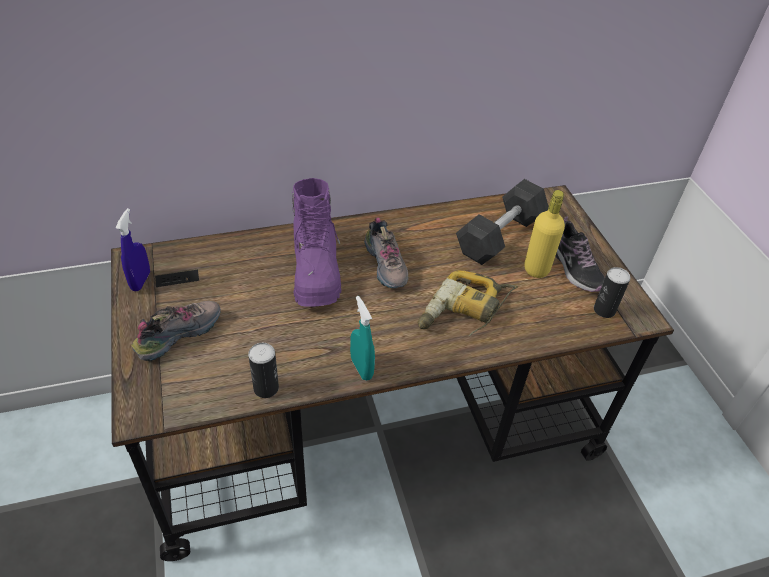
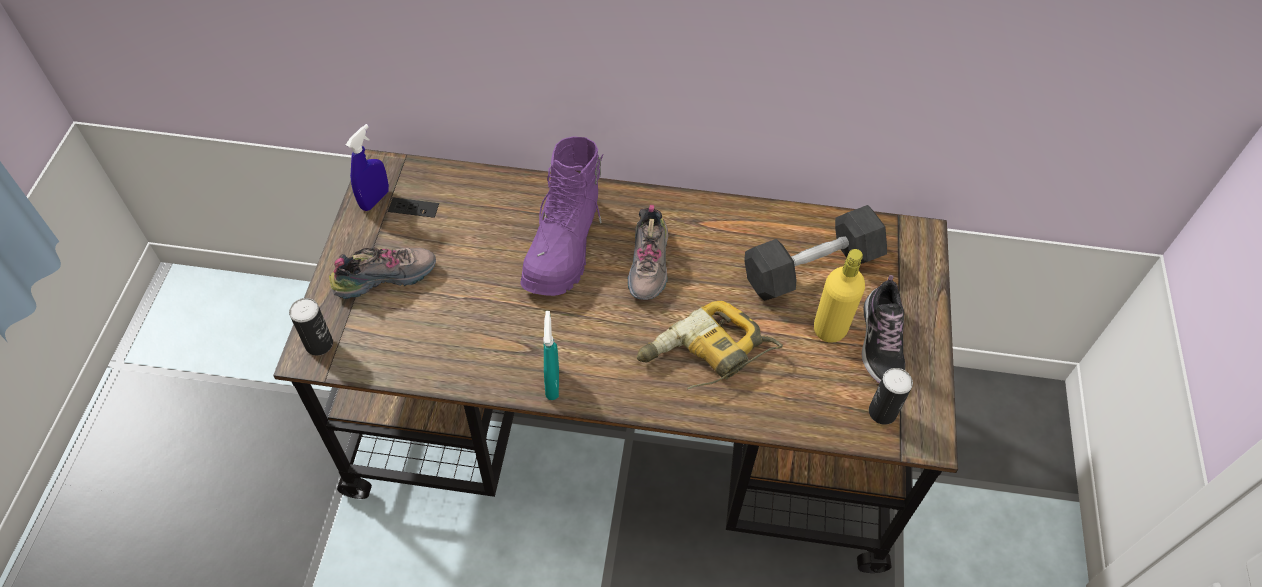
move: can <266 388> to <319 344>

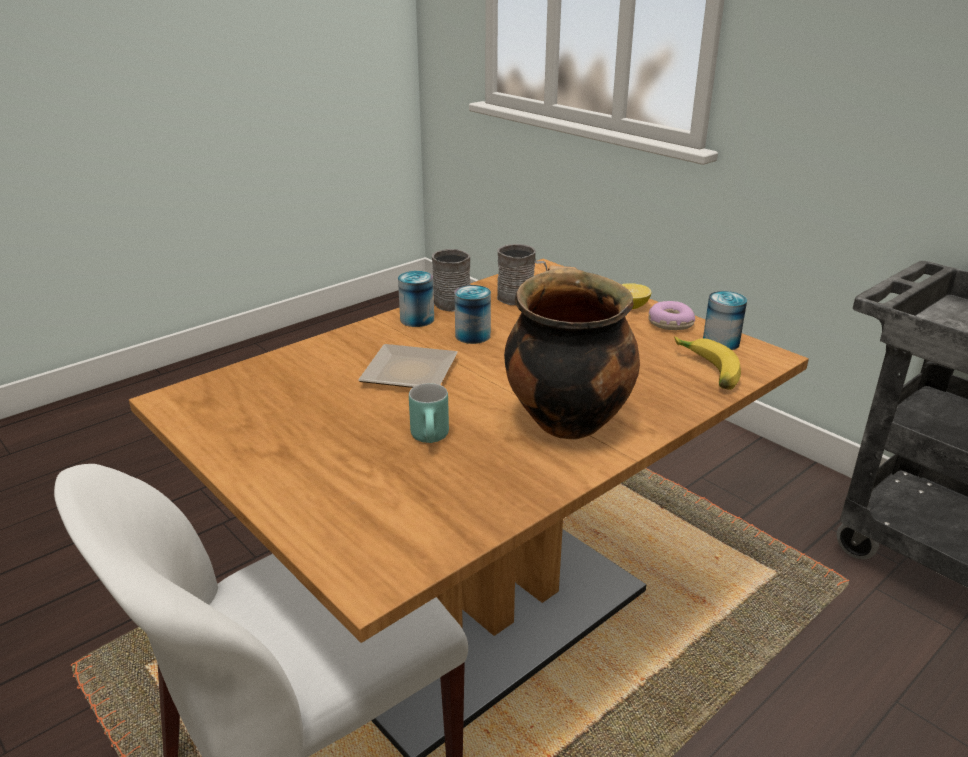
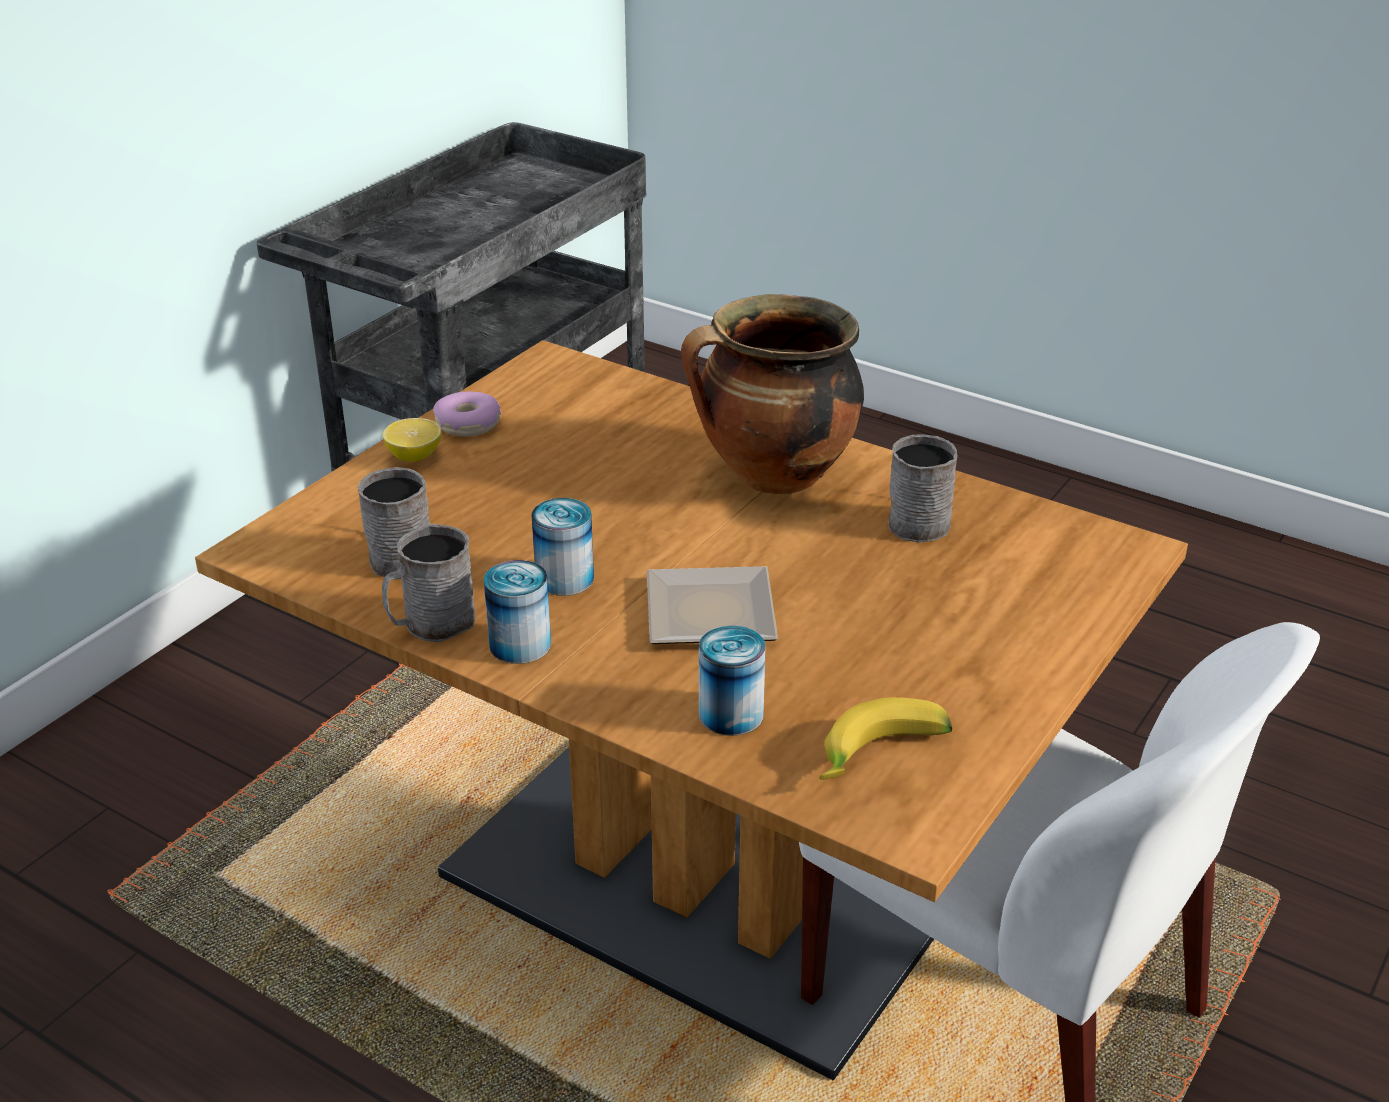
delete: turquoise mug <433 439>
insert: grey mug <920 519>
move: can <721 342> to <731 714>; banana <705 371> to <883 756>

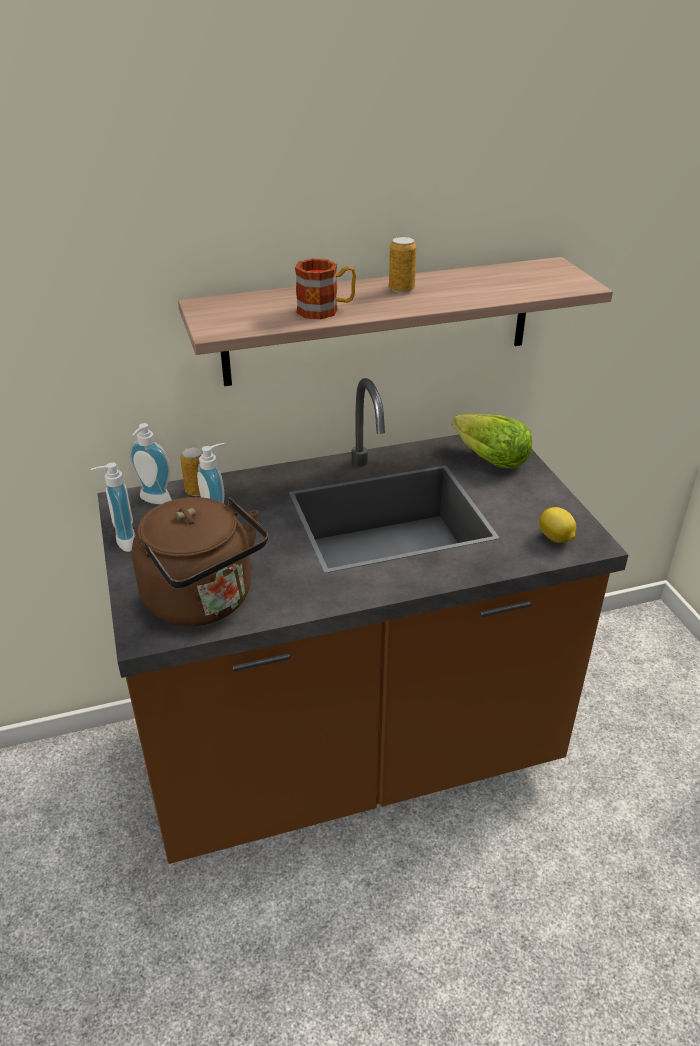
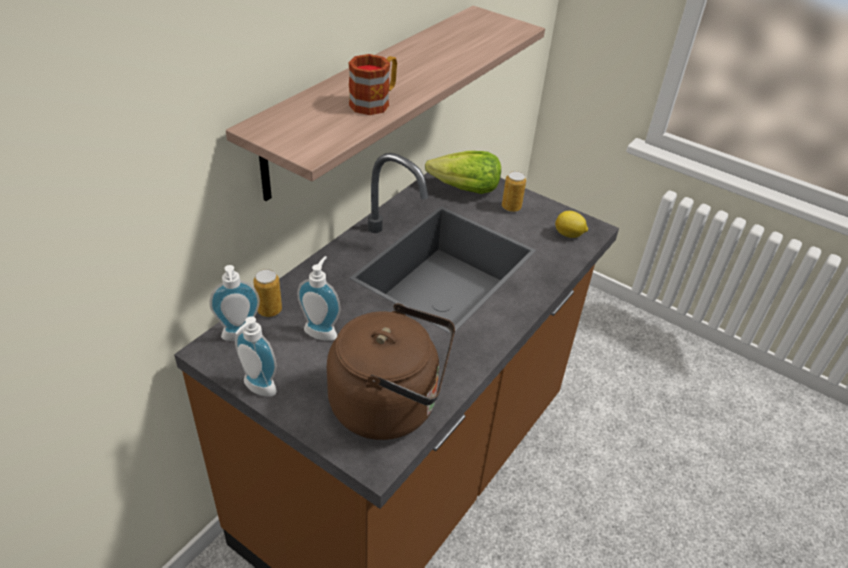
move: can <401 289> to <511 207>

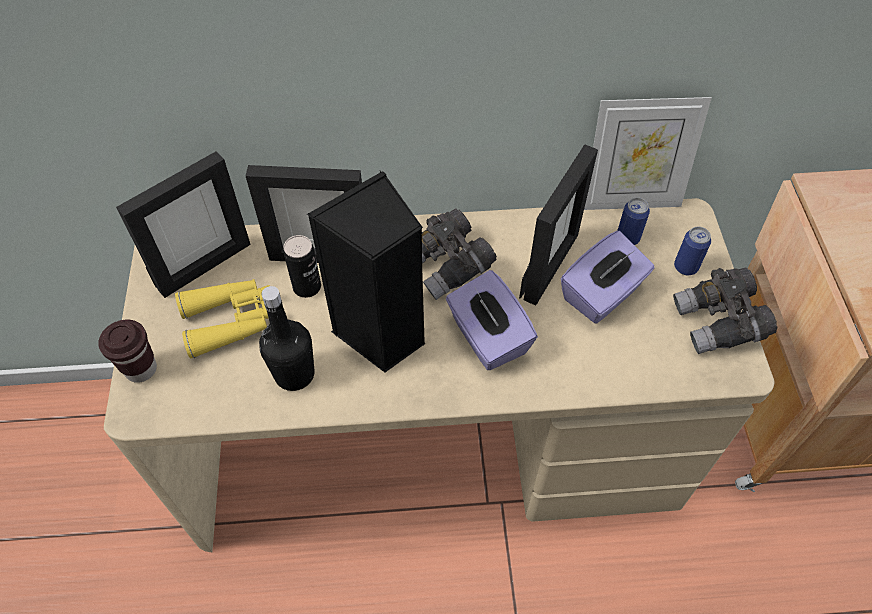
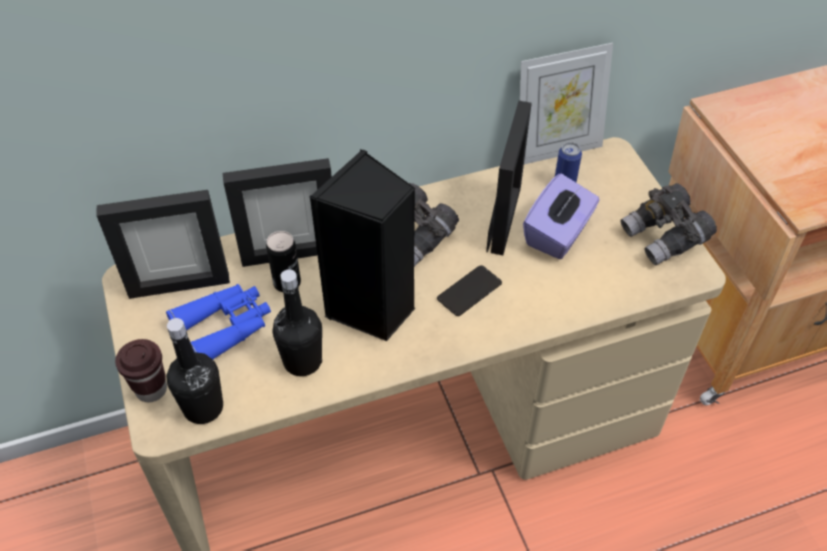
delete: can <685 267>
insert: black bottle <203 407>
replace: purple tissue box <487 337> to phone <469 291>
recolor: yellow binoculars <231 320> to blue binoculars <225 327>
rotate: picture frame <203 265> = <179 284> 45 degrees clockwise

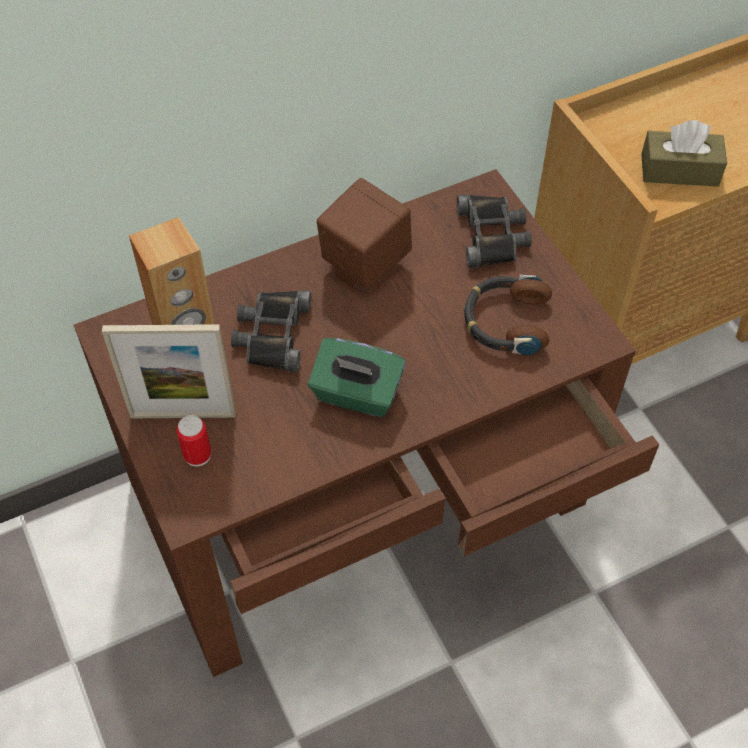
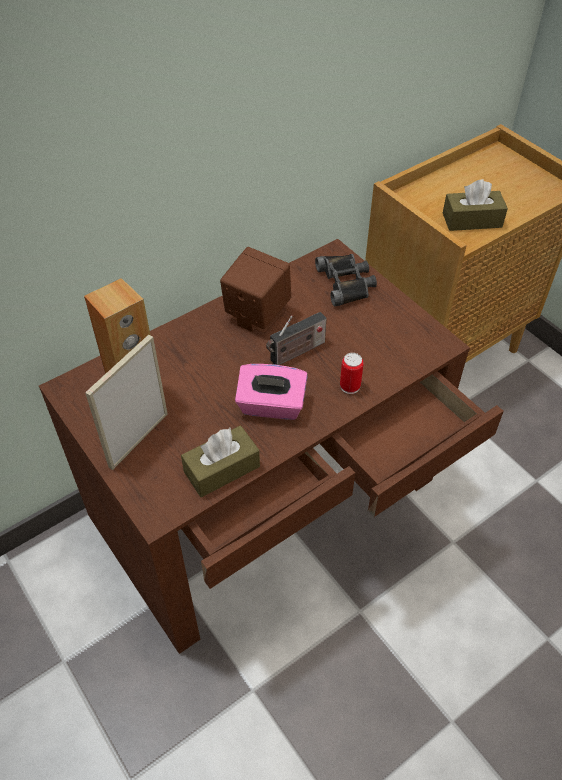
delete: headphones <505 321>; black binoculars <272 334>
insert: radio <295 353>; brown tissue box <222 469>
move: can <197 455> to <350 386>
recolor: green tissue box <356 394> to pink tissue box <271 406>
rotate: picture frame <183 415> = <138 440> 135 degrees clockwise

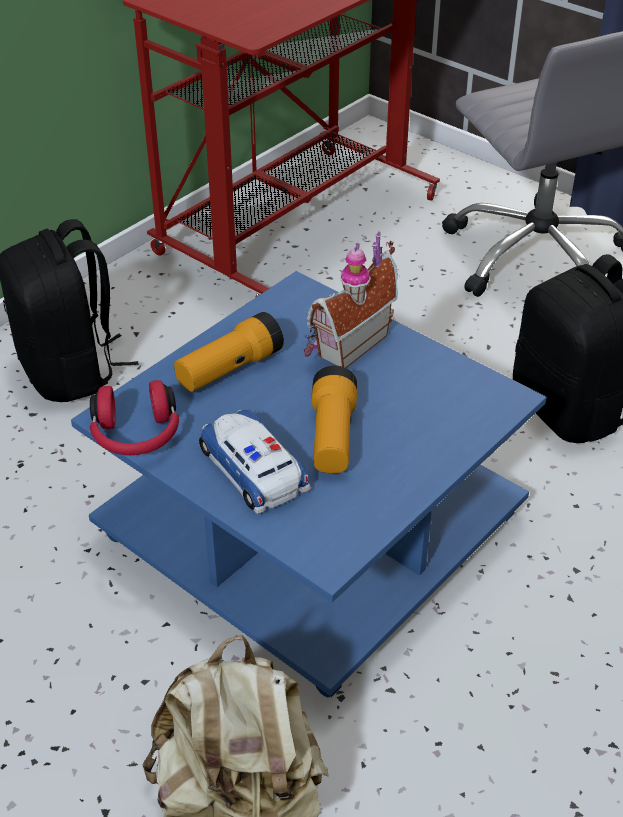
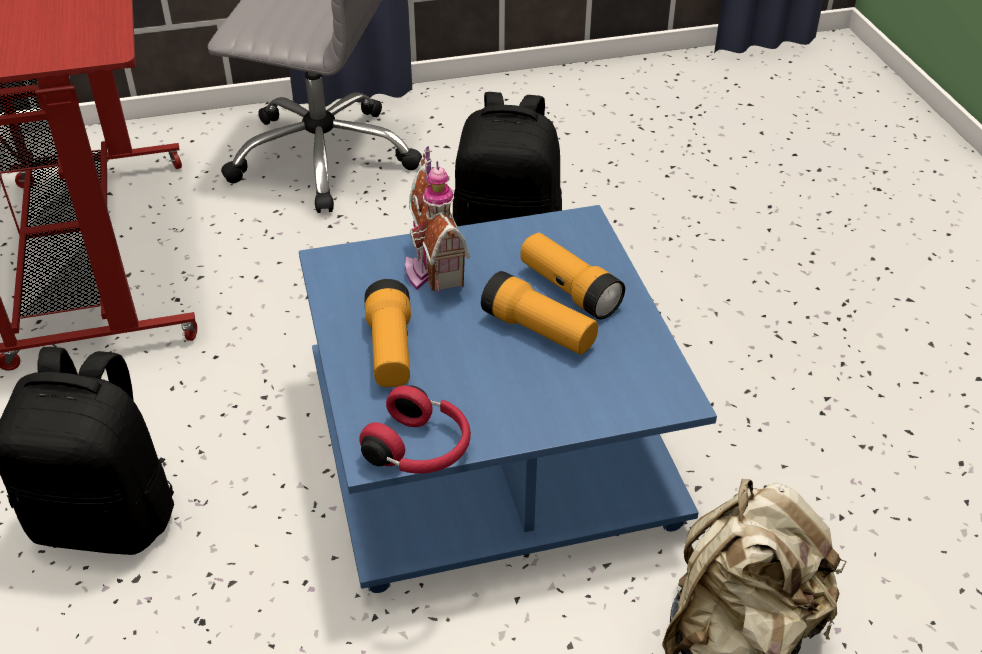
delete: toy car <253 468>
insert: flashlight <569 290>

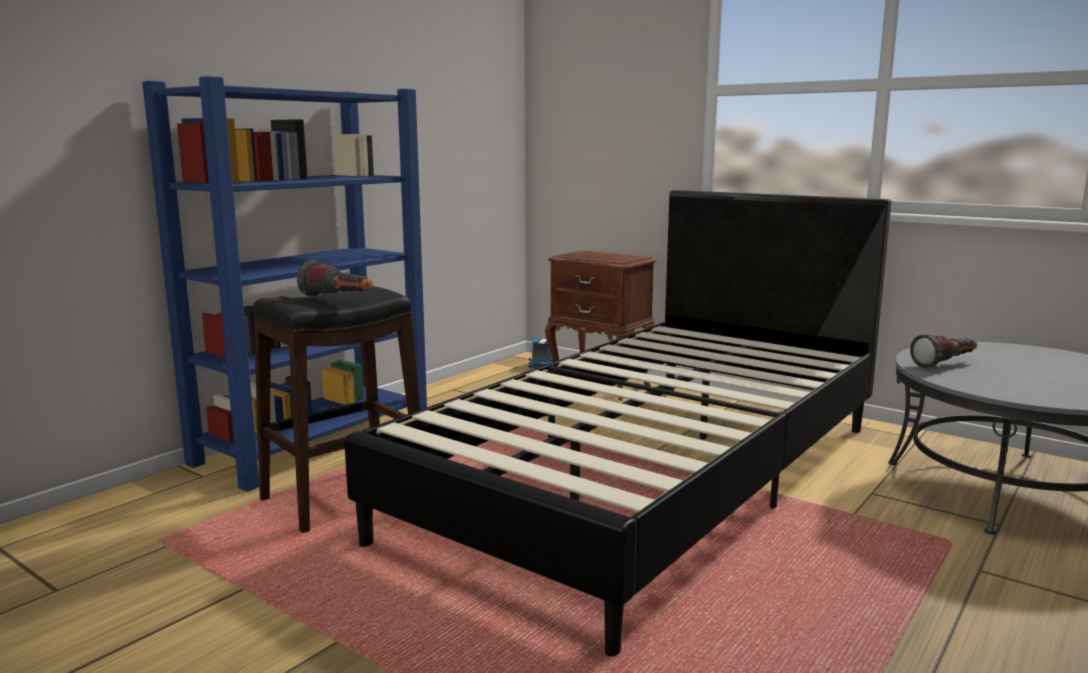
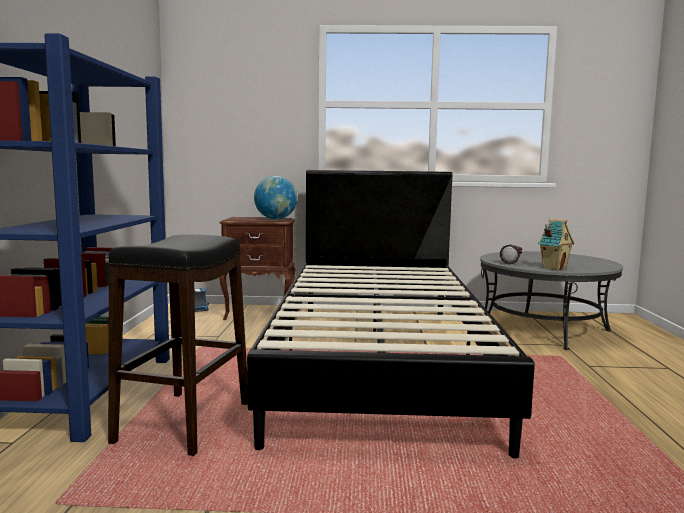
delete: flashlight <338 299>
insert: globe <276 219>; toy house <553 268>

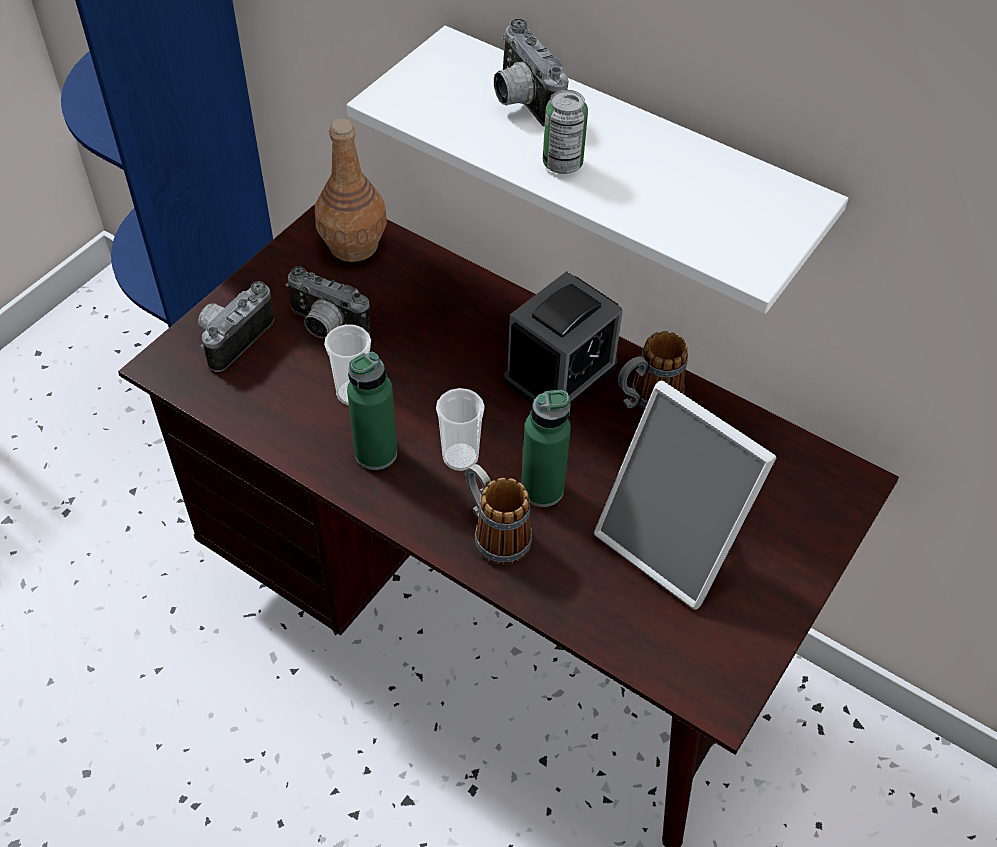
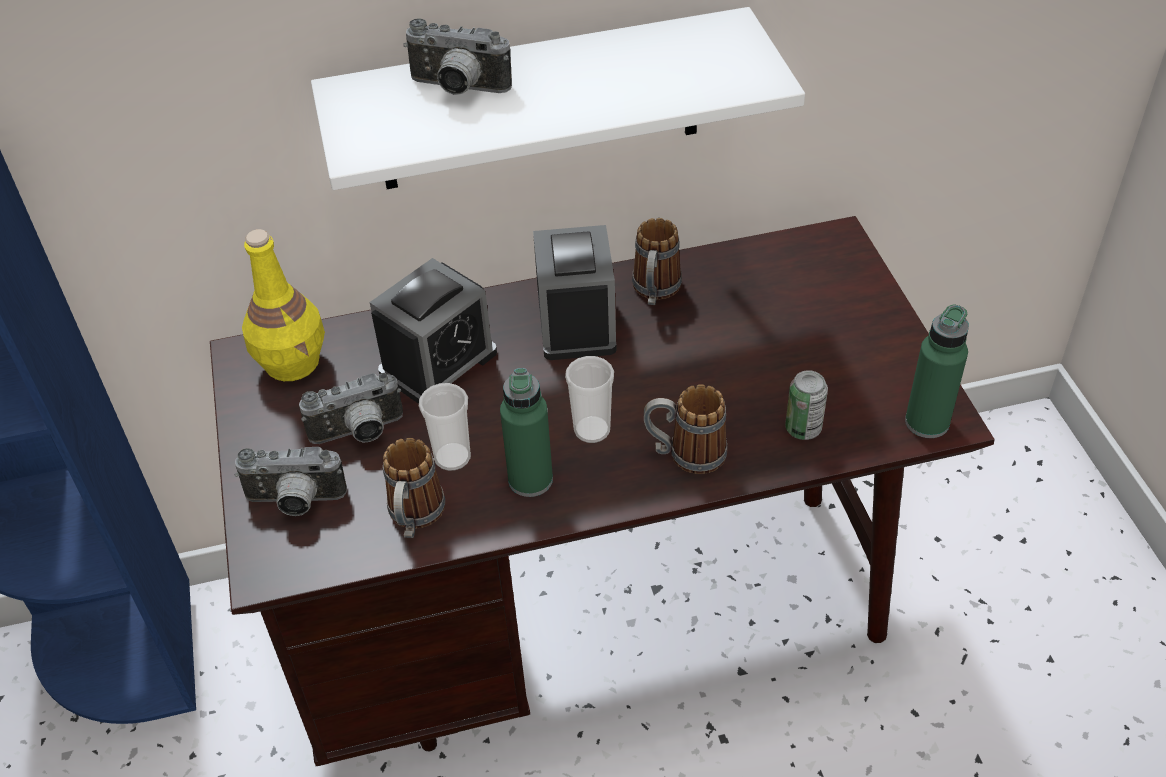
delete: picture frame <673 544>
insert: alarm clock <438 363>; mug <414 518>
move: can <562 163> to <803 428>; green bottle <542 489> to <927 422>
recolor: brown bottle <354 245> to yellow bottle <293 362>
rotate: photo camera <233 338> = <295 502> 75 degrees counterclockwise

